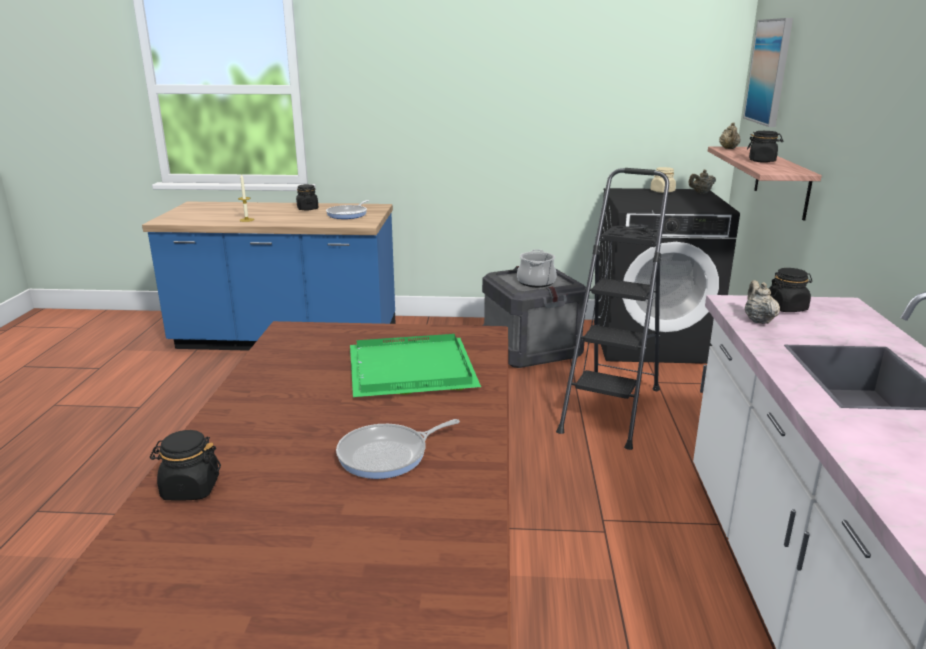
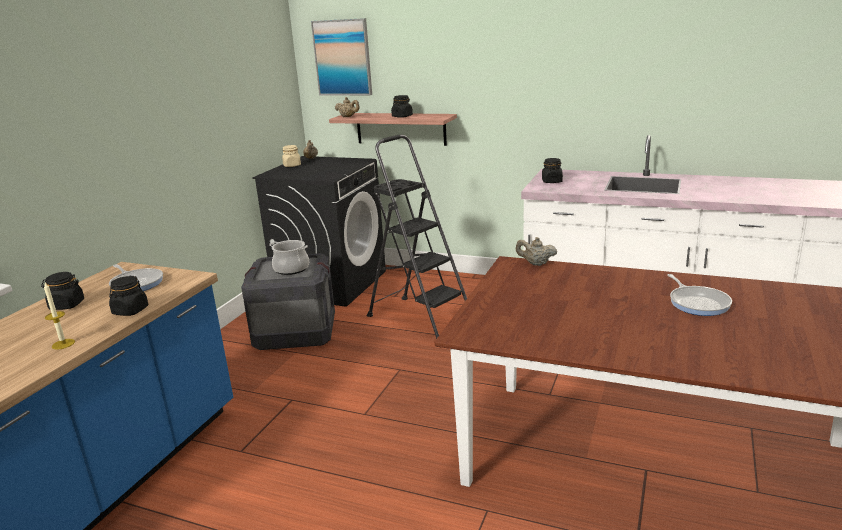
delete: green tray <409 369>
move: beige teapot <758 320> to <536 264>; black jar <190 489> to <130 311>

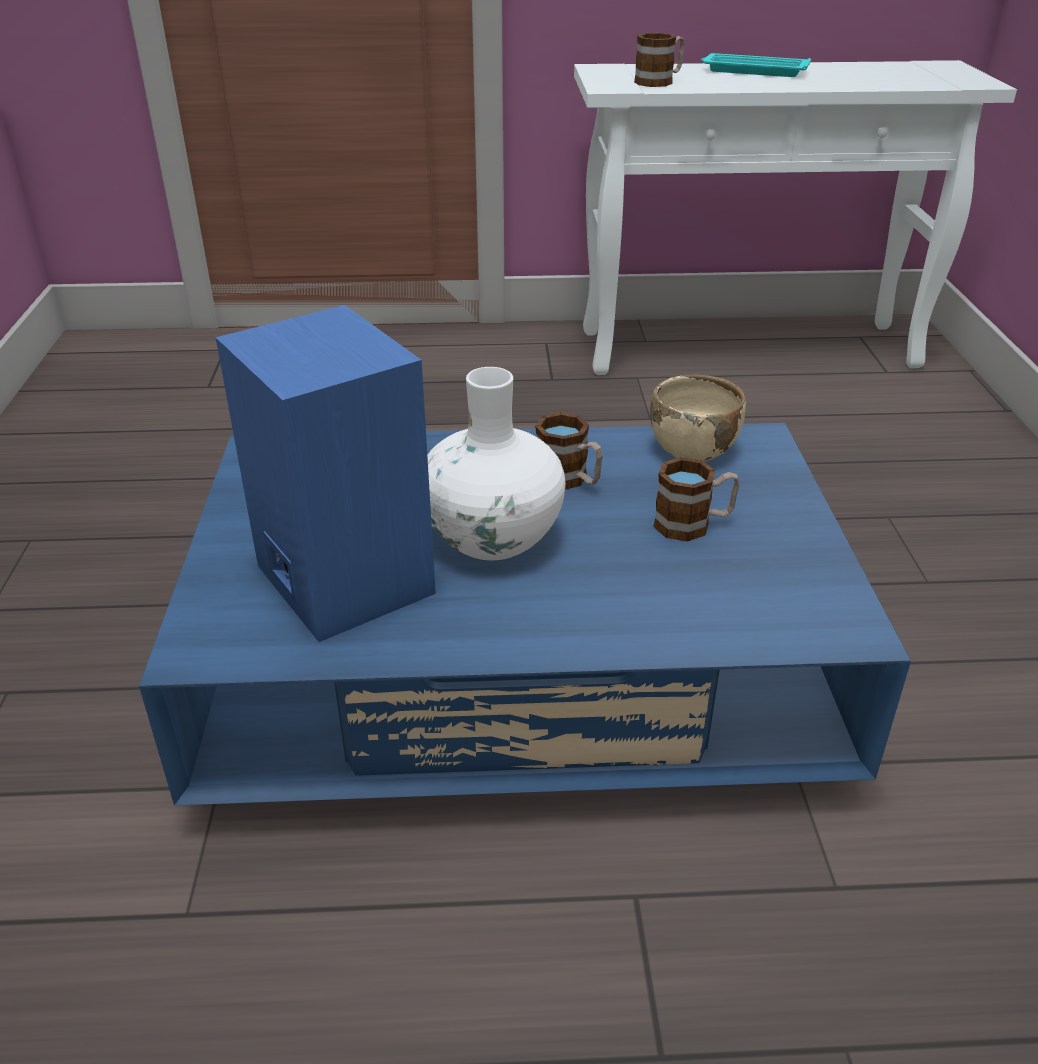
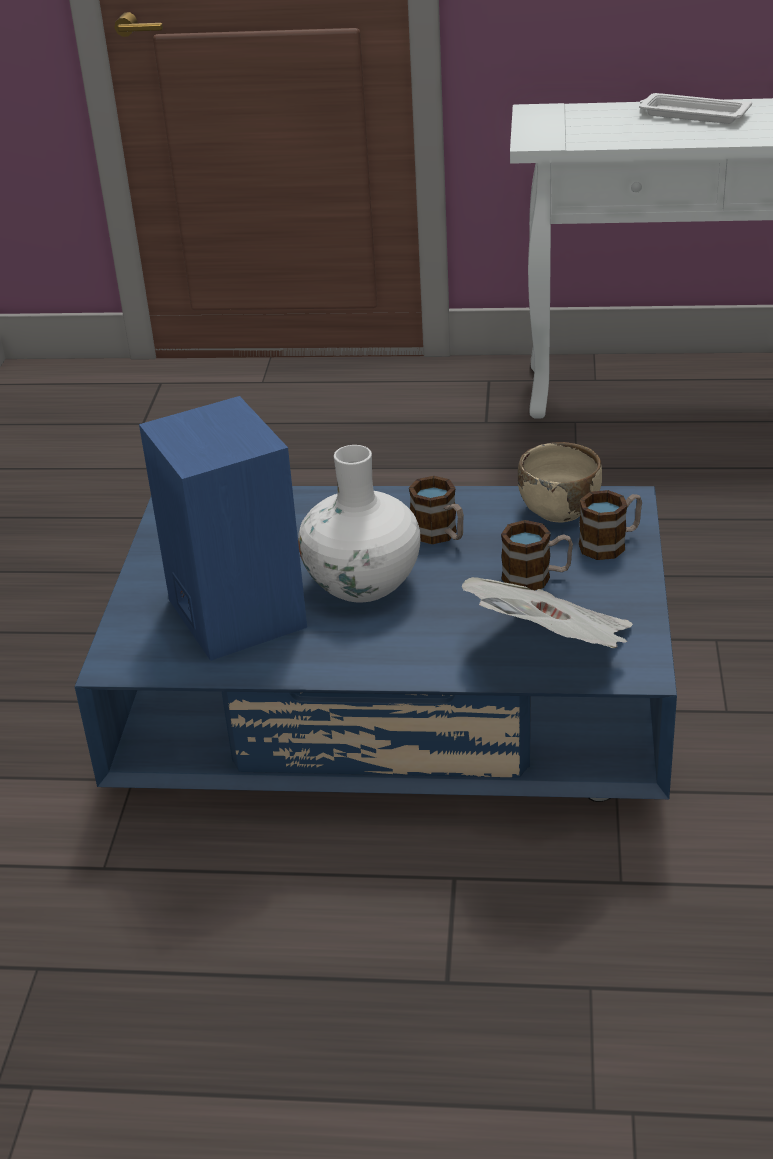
insert: newspaper <553 648>
move: mug <659 81> to <610 543>
recolor: turquoise tray <753 71> to white tray <692 114>

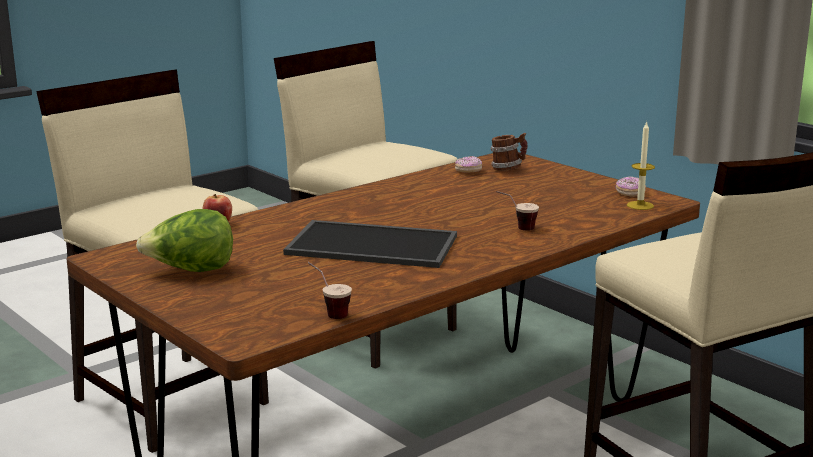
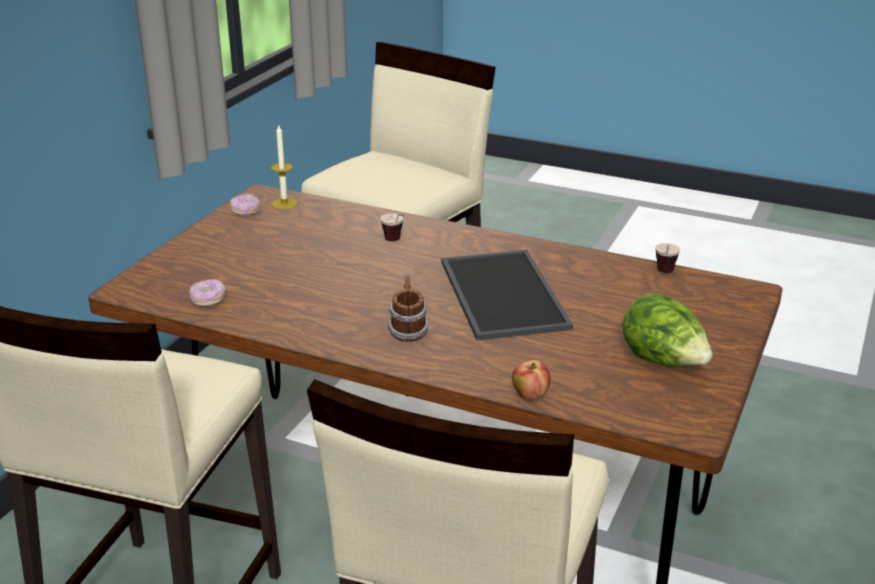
move: mug <508 169> to <407 331>

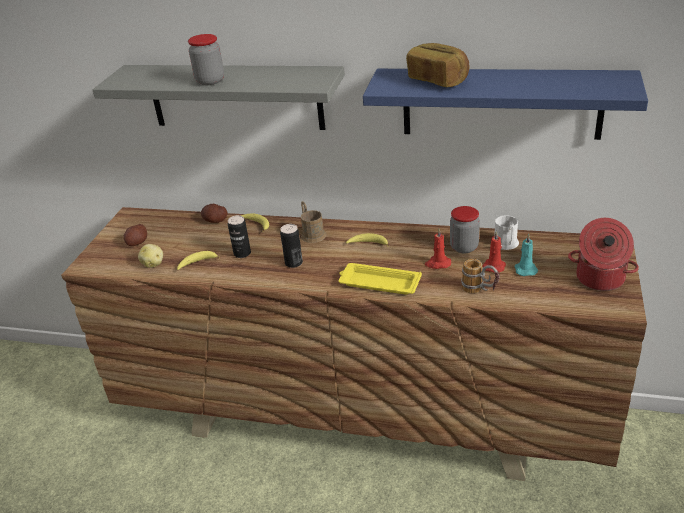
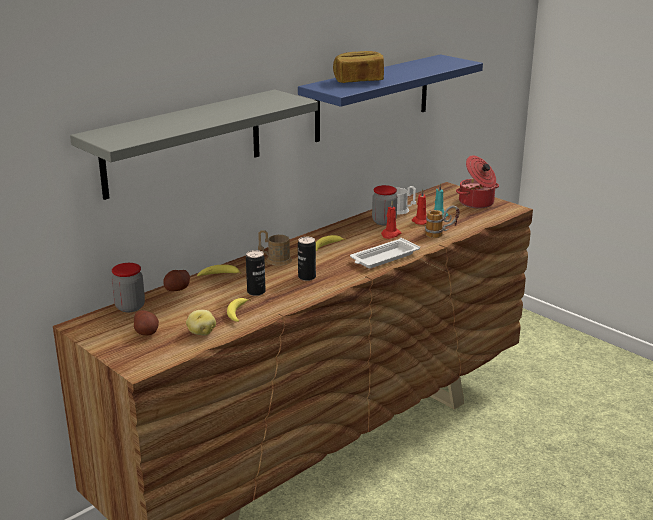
move: jar <210 81> to <130 307>
recolor: yellow tray <378 283> to white tray <383 258>

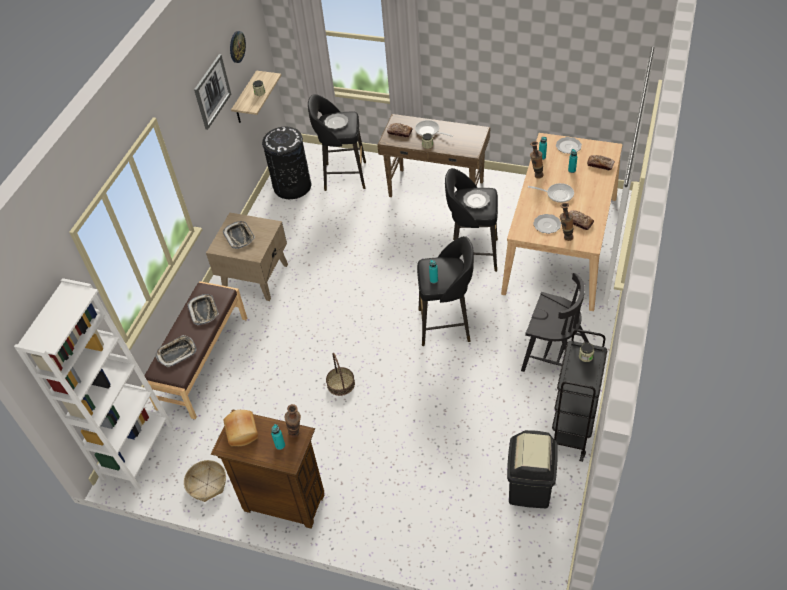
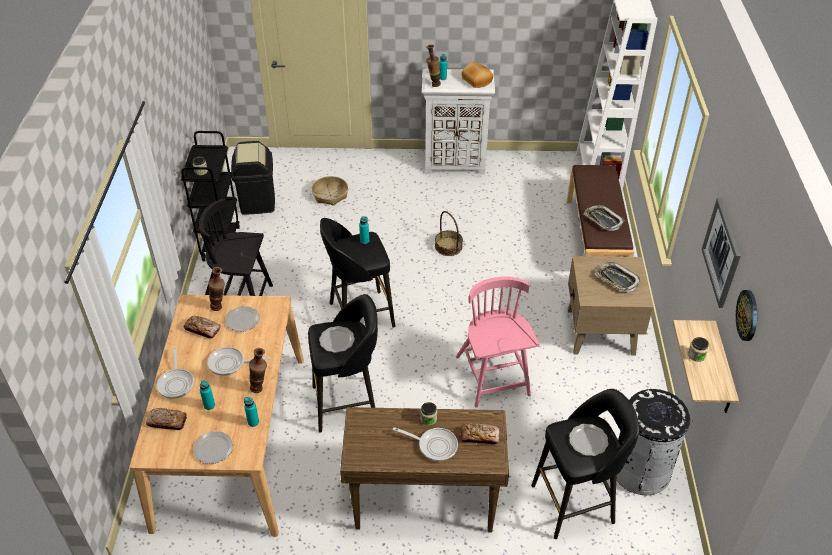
delete: tray <177 353>
insert: pink chair <493 377>; frying pan <176 383>
move: basket <207 484> to <330 195>
recolor: brown cabinet <283 503> to white cabinet <455 163>

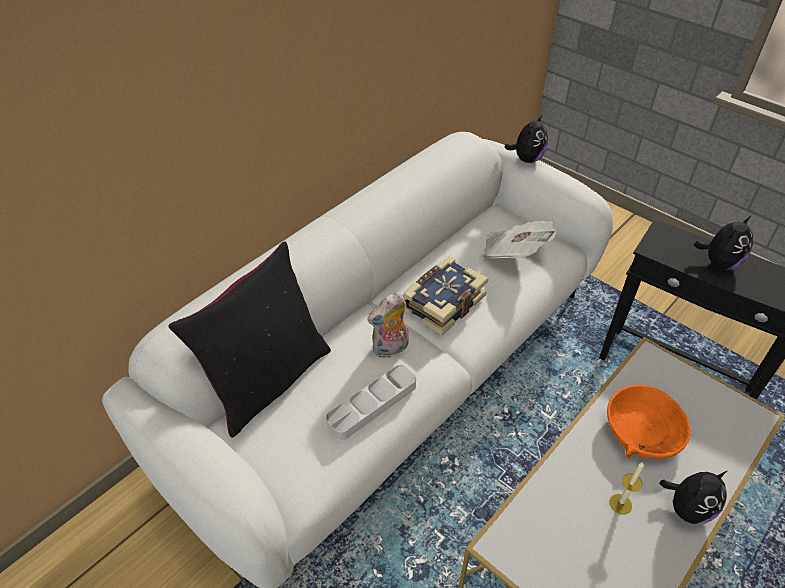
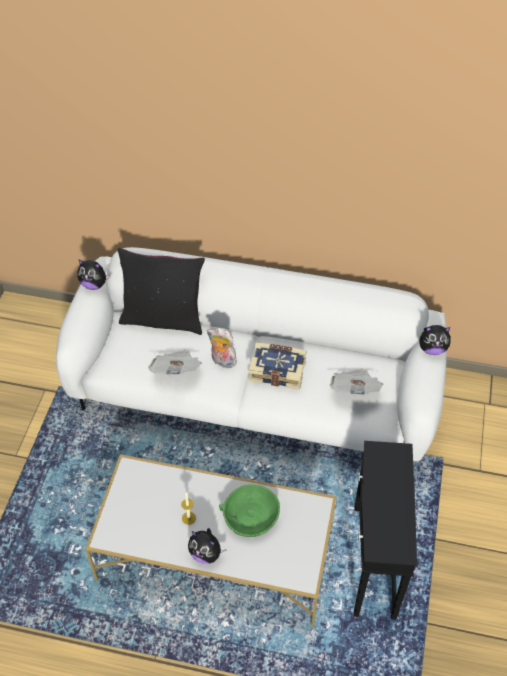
move: plush toy <719 262> to <94 284>
replace: grey tray <372 404> to newspaper <176 371>
recolor: orange bowl <643 431> to green bowl <250 516>

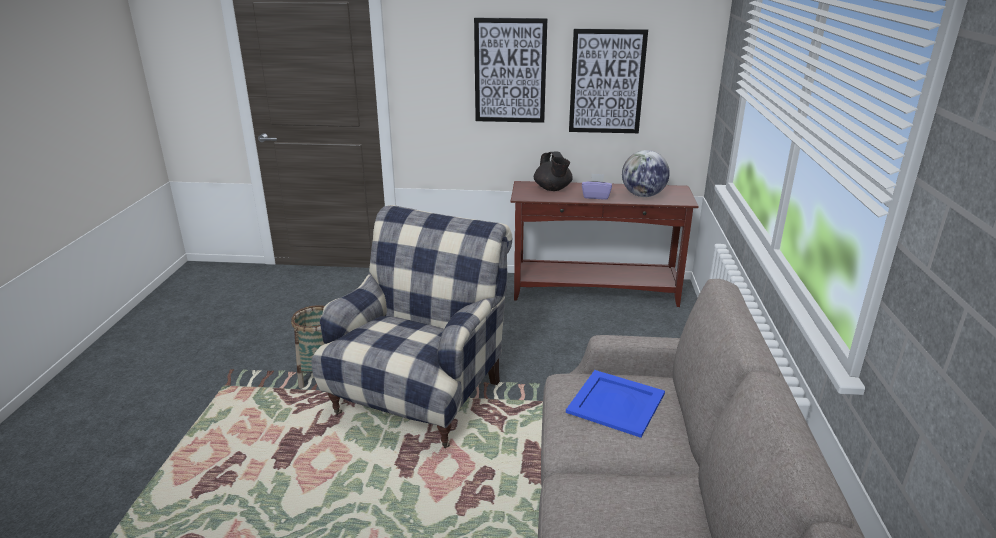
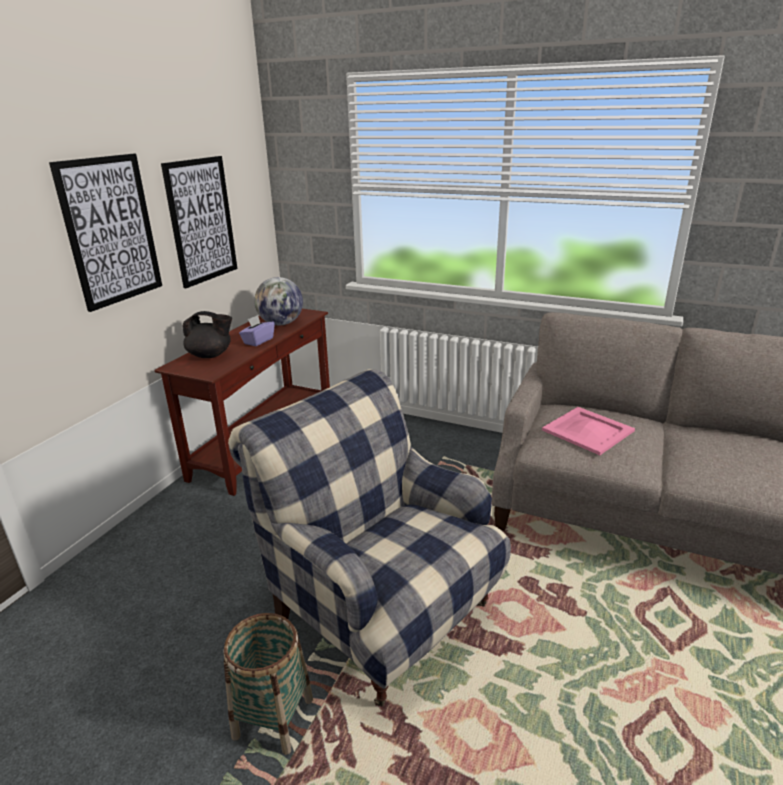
recolor: blue tray <616 403> to pink tray <588 430>

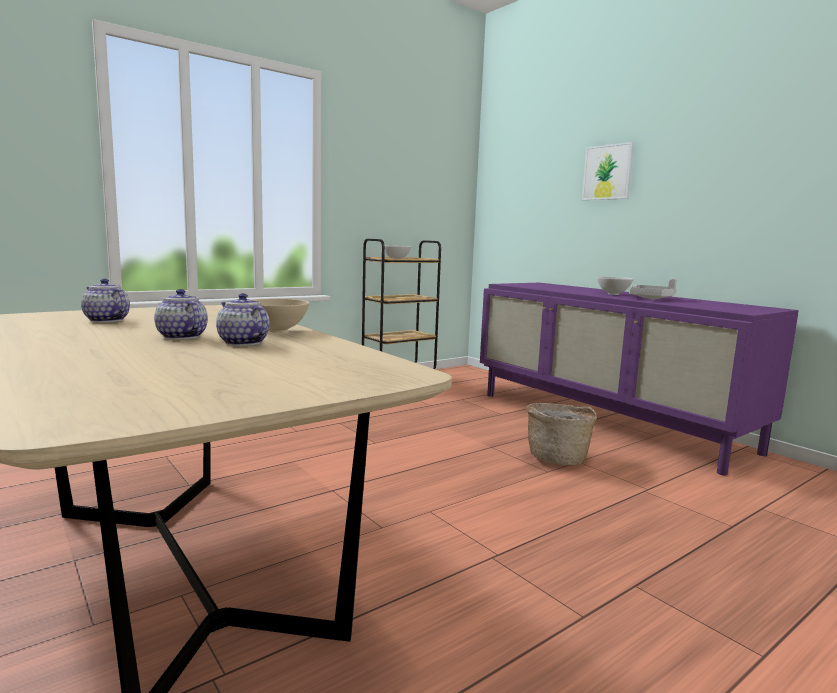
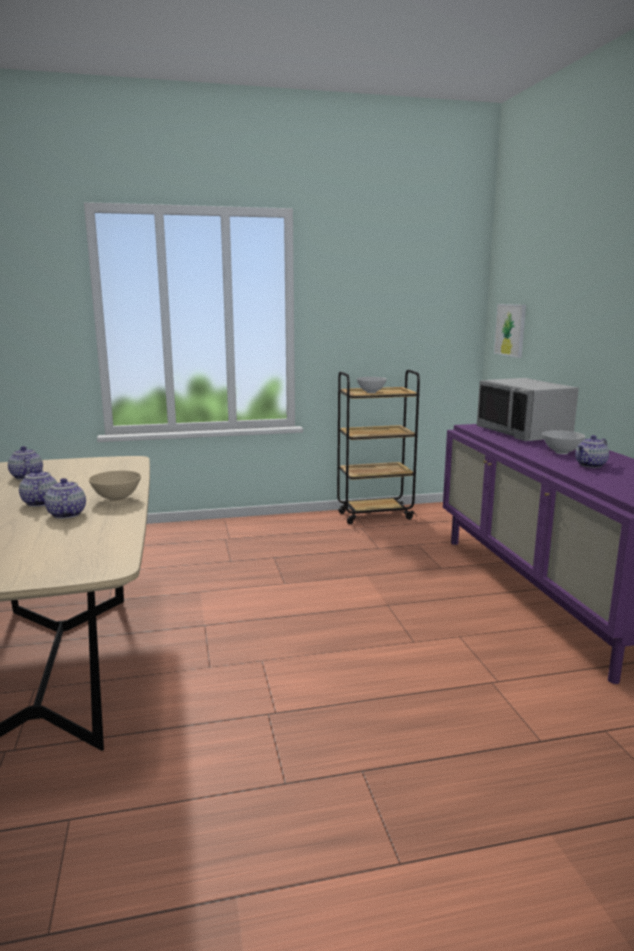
delete: basket <557 458>
insert: grey microwave <524 433>
move: picture <608 172> to <510 330>
replace: grey tray <652 298> to teapot <590 465>

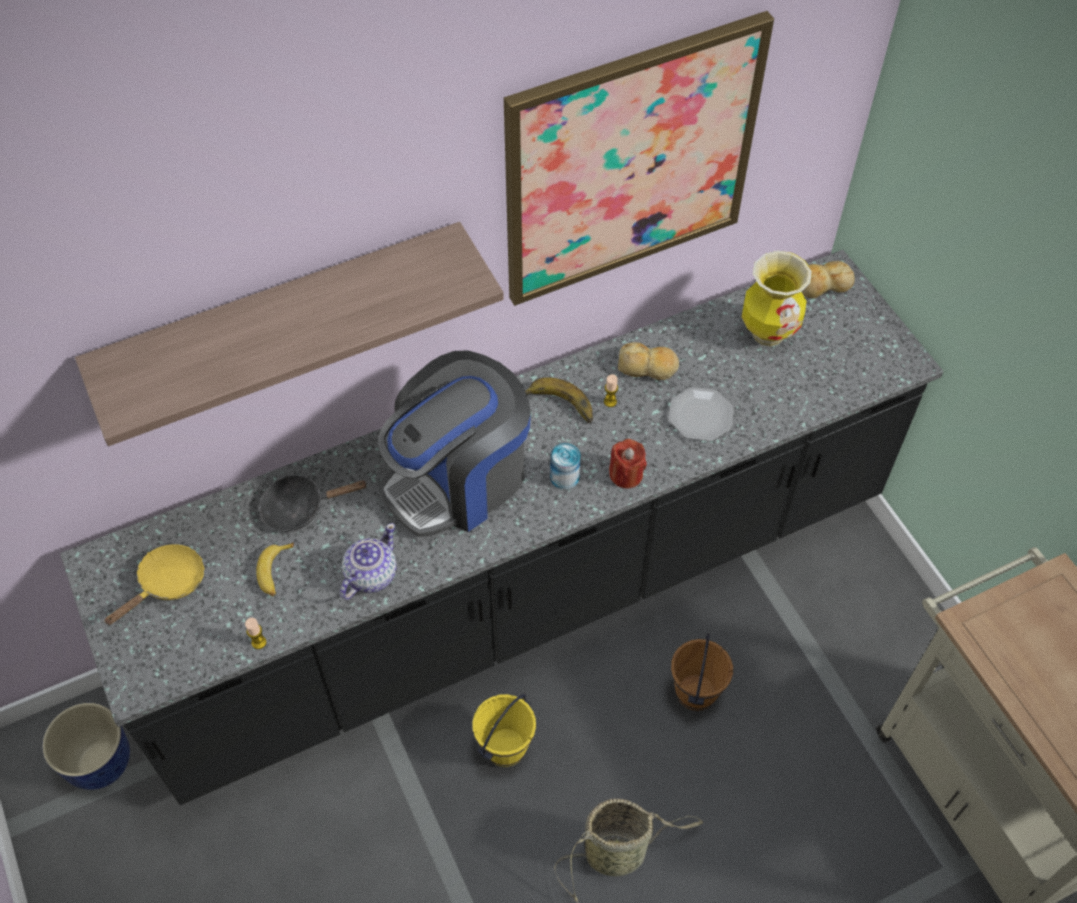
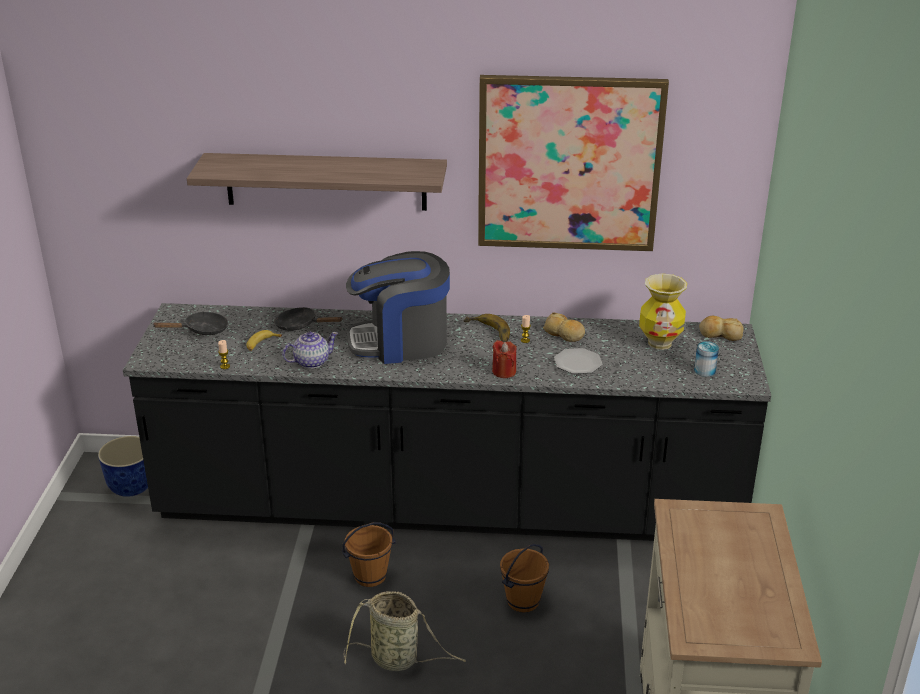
move: can <564 477> to <704 371>
recolor: yellow frying pan <167 583> to black frying pan <202 330>; yellow bucket <504 746> to brown bucket <370 576>

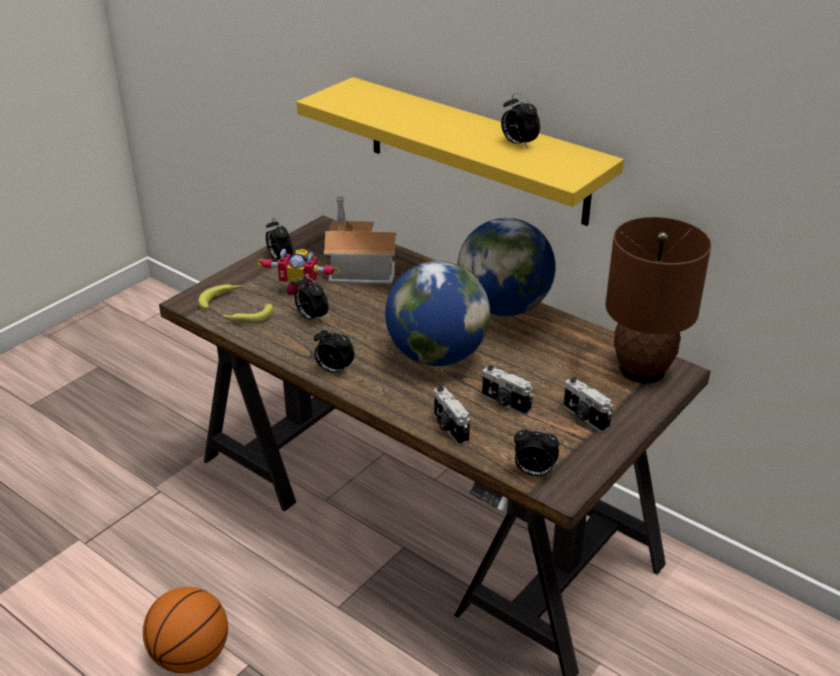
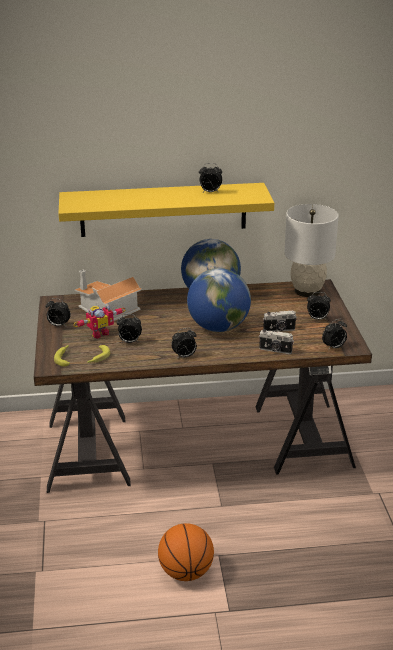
replace: photo camera <584 417> to alarm clock <317 319>
recolor: brown table lamp <642 369> to white table lamp <307 291>

